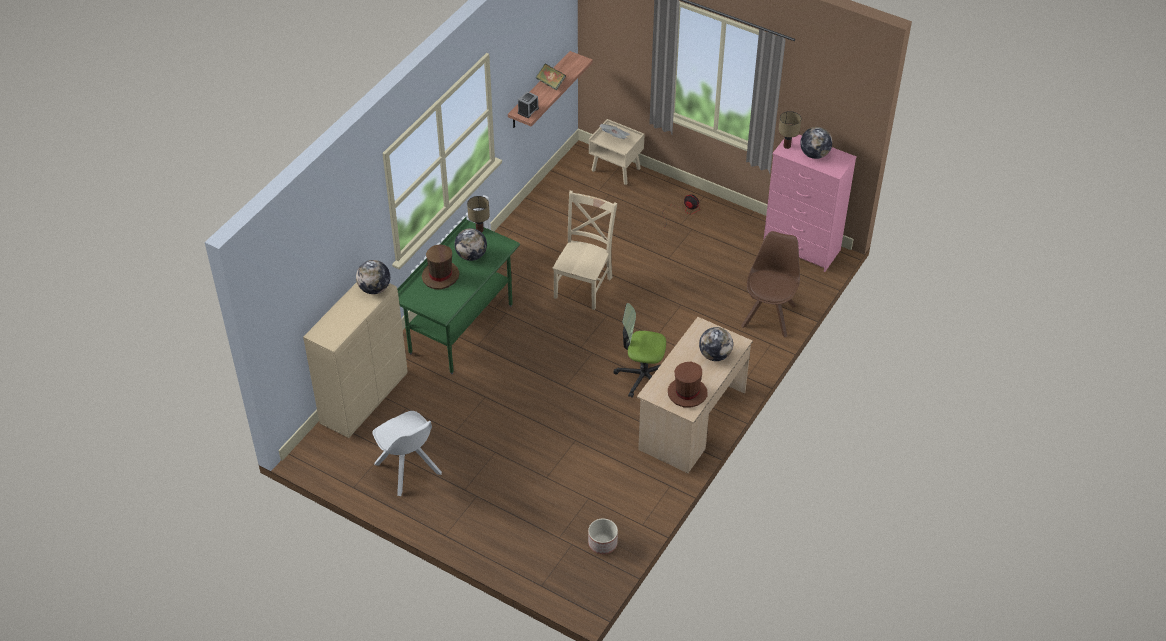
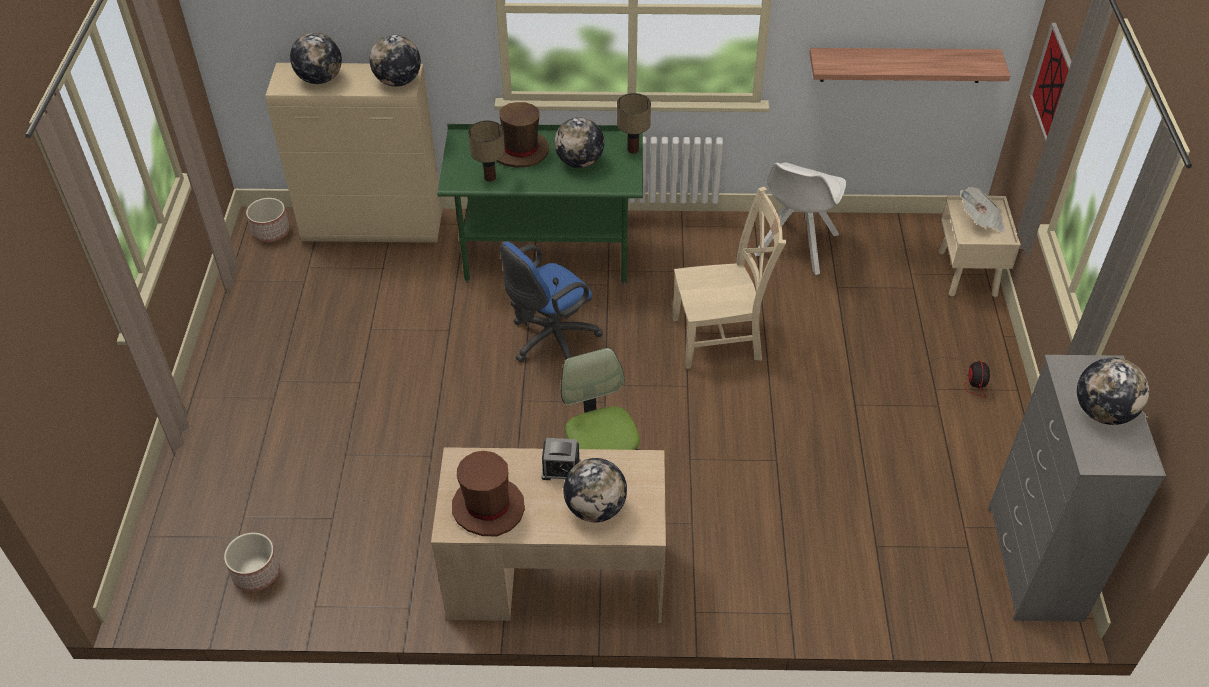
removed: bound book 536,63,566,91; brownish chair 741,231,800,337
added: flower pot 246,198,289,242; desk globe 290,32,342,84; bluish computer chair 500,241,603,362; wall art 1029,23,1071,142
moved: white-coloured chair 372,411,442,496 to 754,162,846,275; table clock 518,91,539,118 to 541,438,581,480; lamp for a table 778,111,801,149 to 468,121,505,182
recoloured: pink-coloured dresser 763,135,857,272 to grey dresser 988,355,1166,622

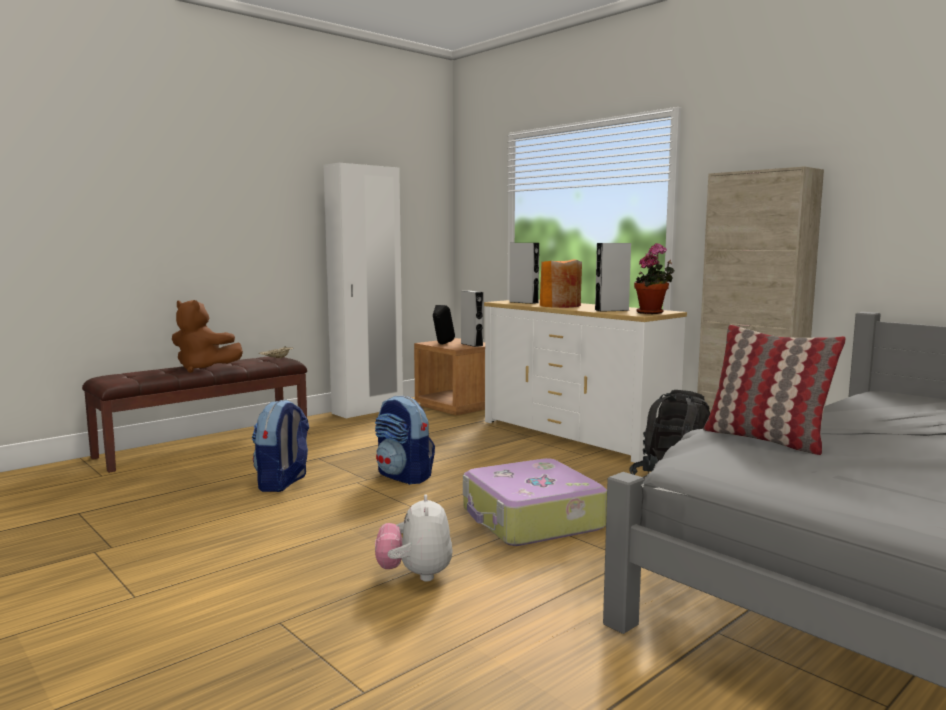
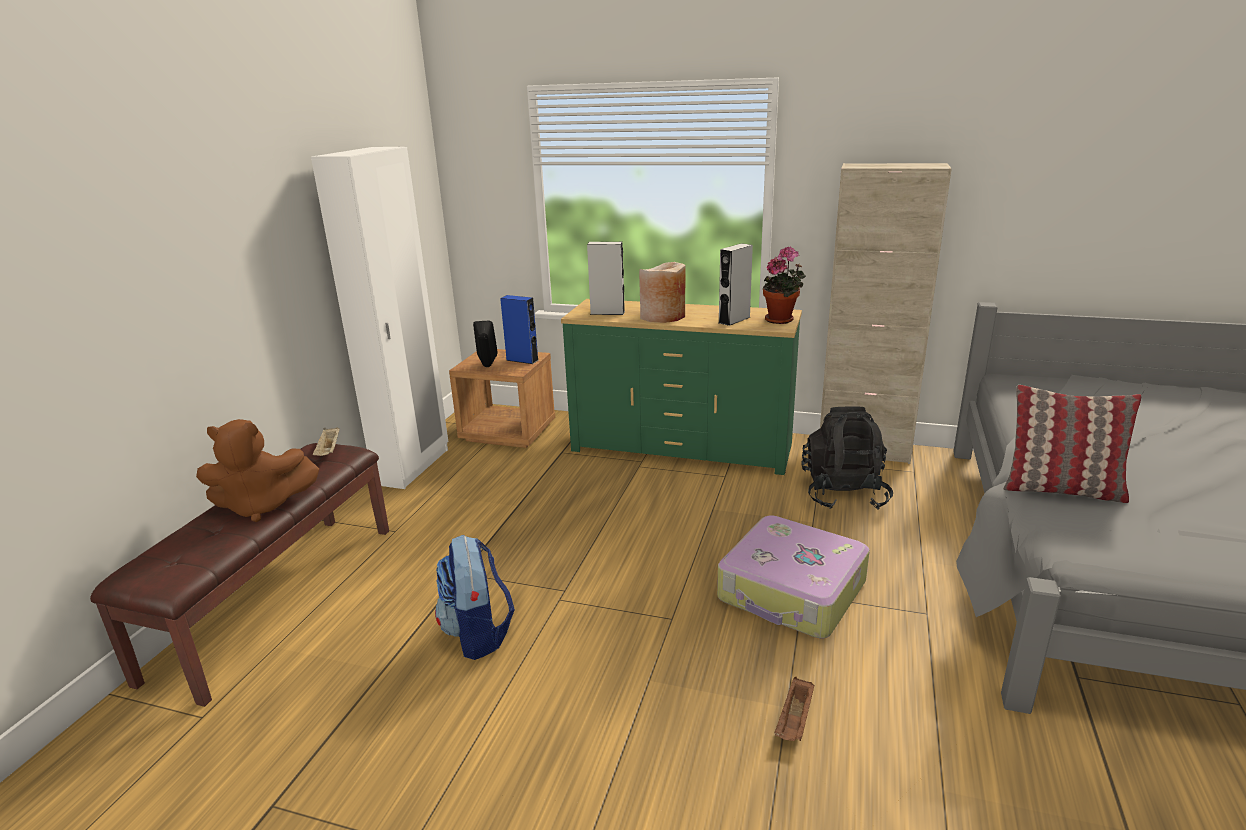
removed: backpack 375,396,435,485
replaced: cuddly toy 375,495,452,582 to brownish carrying tray 774,677,815,741
recoloured: grey speaker 461,291,483,347 to bluish speaker 500,295,538,364; white-coloured dresser 484,300,687,463 to green-coloured dresser 561,299,802,475; orange-coloured decorative vase 540,259,582,308 to beige-coloured decorative vase 639,262,686,323

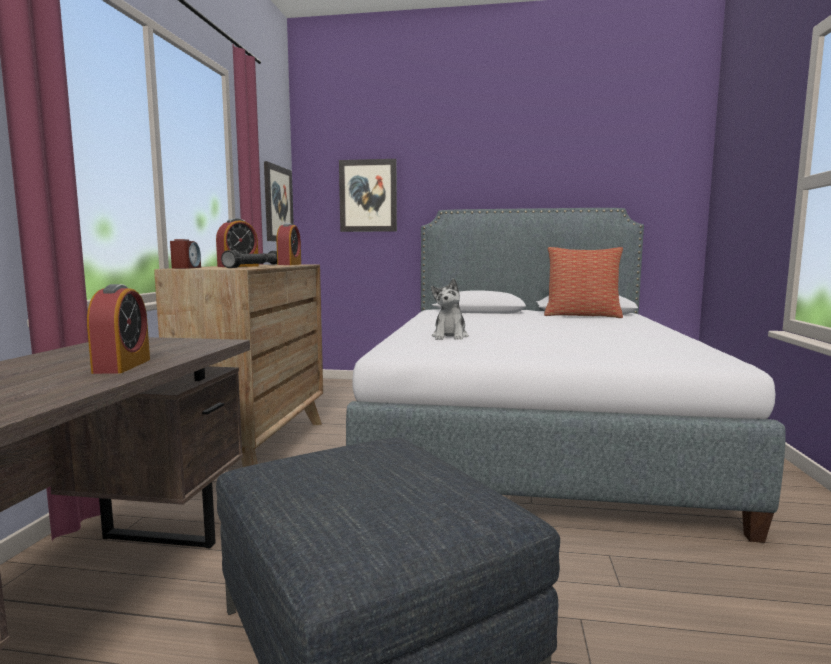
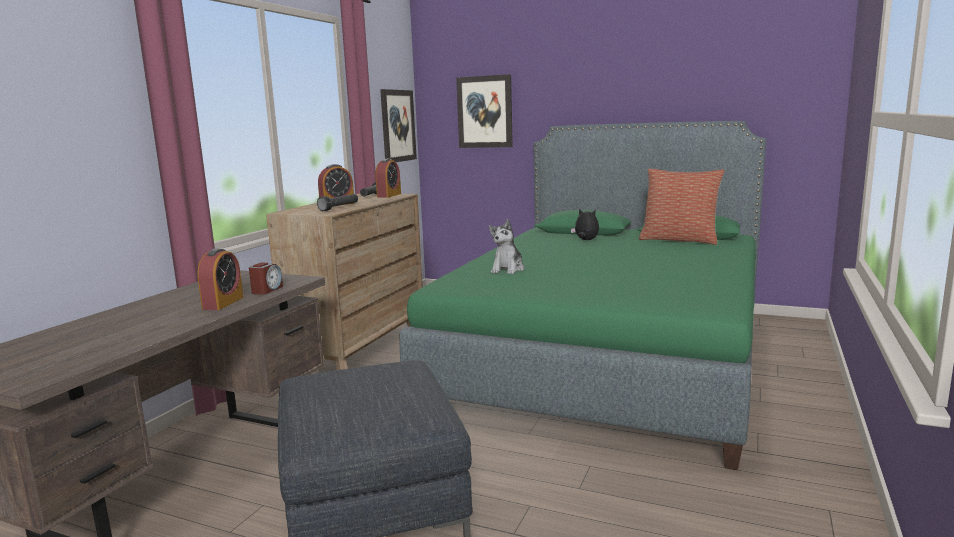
added: cuddly toy 571,208,599,240
moved: table clock 170,239,201,269 to 249,262,283,295
recoloured: grey bed 346,208,786,543 to green-coloured bed 400,121,766,470

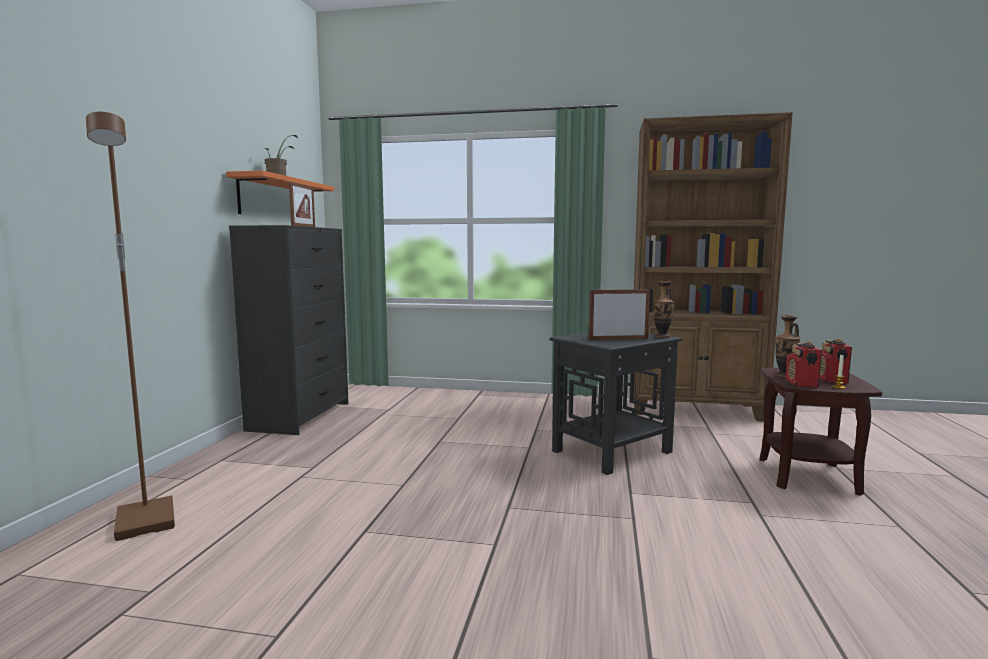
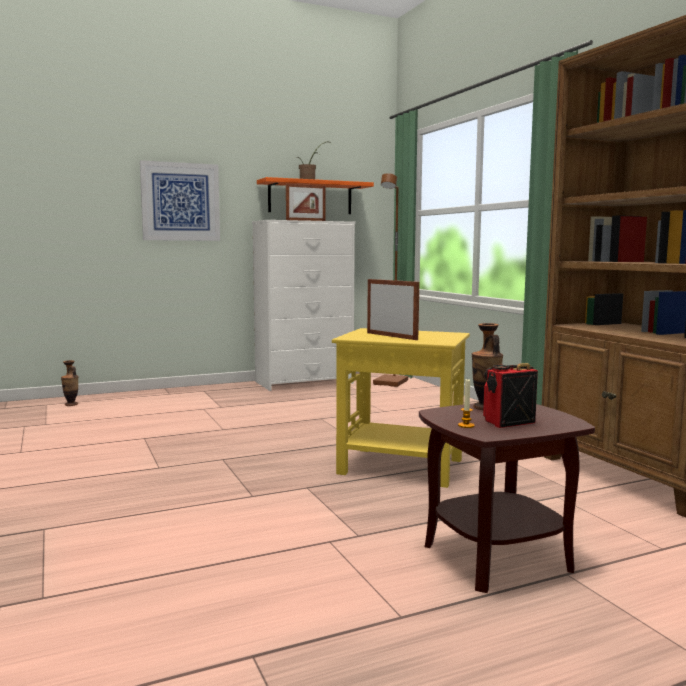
removed: radio set 785,341,822,388
added: wall art 140,160,220,241
moved: brownish floor lamp 86,112,175,541 to 373,173,408,387; decorative vase 653,281,674,338 to 61,360,78,406
recoloured: blackish dresser 229,225,349,435 to white-coloured dresser 252,220,355,391; blackish accent table 550,332,682,475 to yellow-coloured accent table 332,328,470,488

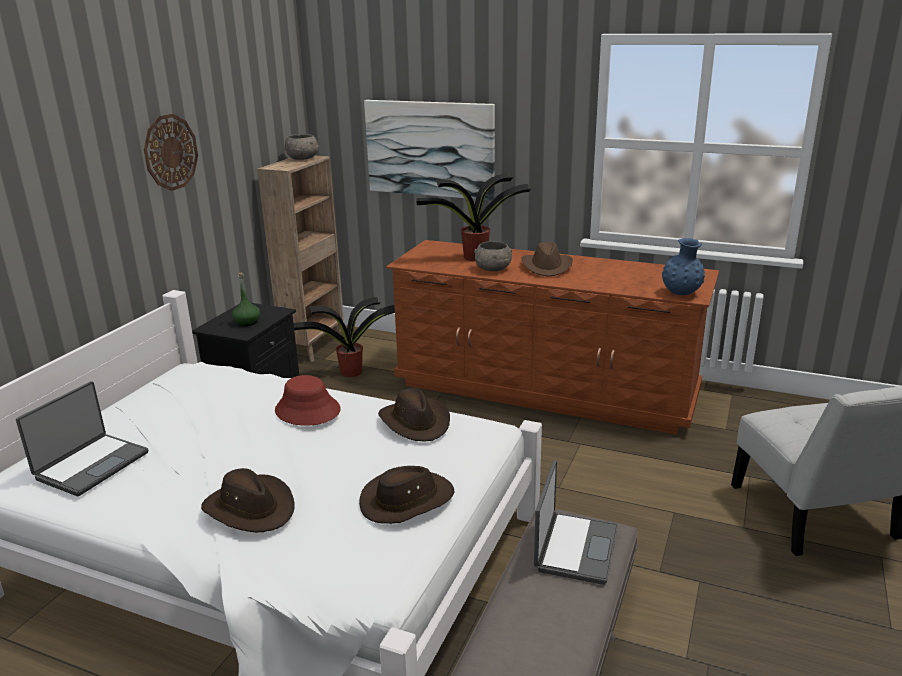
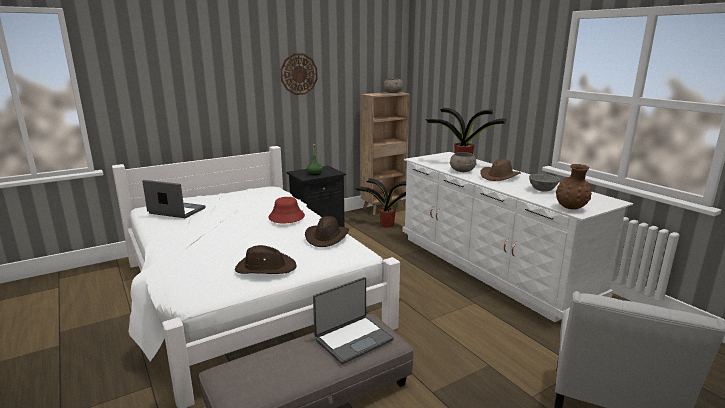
removed: brownish wearable hat 201,468,295,532; wall art 364,100,495,200
added: grey deep dish 529,174,560,192
recoloured: brownish dresser 386,240,719,434 to white-coloured dresser 402,152,633,322; bluish decorative vase 662,238,705,295 to brownish decorative vase 556,164,592,210
turned: laptop 16,381,148,496 = 142,180,206,218 135 degrees counterclockwise

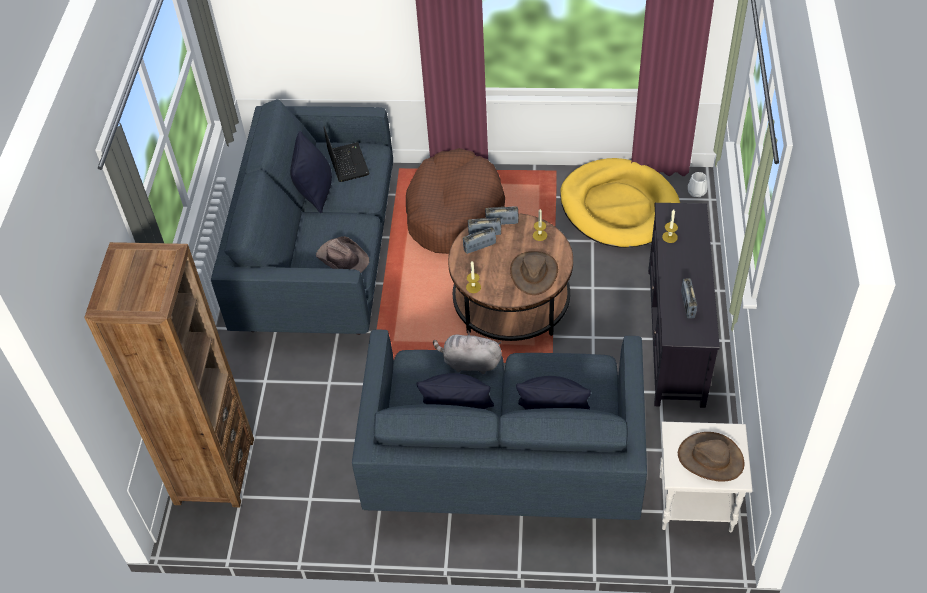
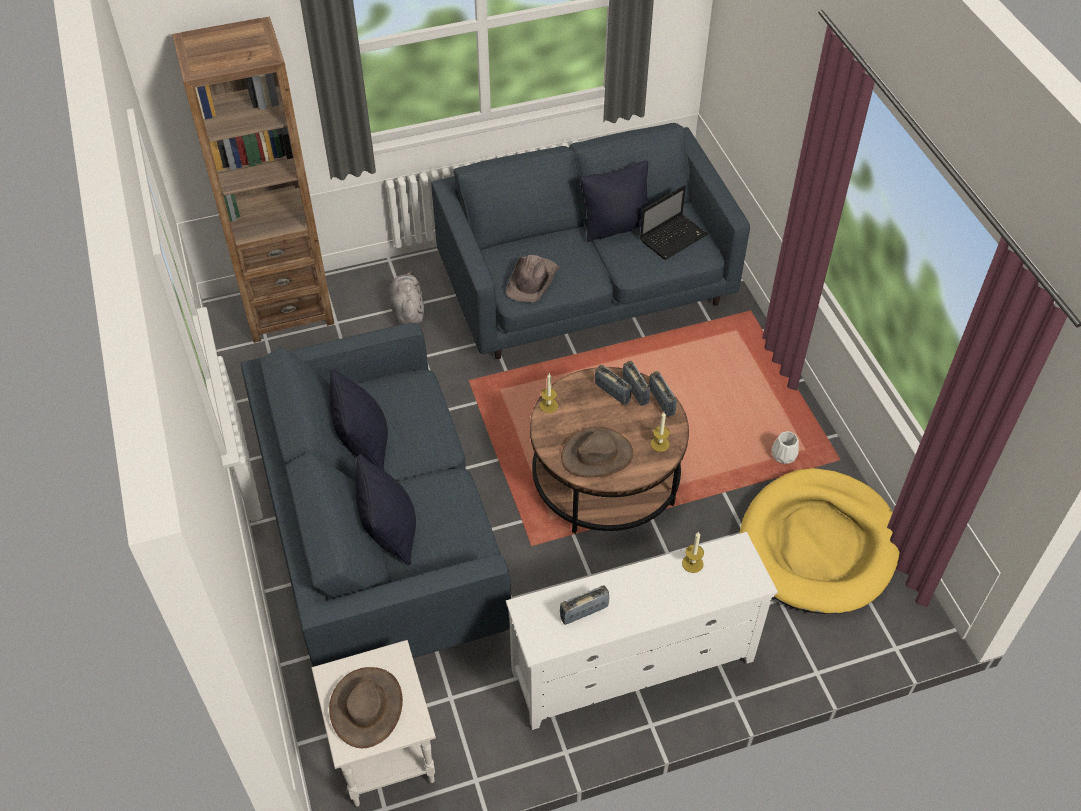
removed: brownish pet bed 406,148,505,254
moved: grey cuddly toy 433,330,502,374 to 389,271,424,325; white-coloured decorative vase 688,172,708,197 to 771,431,799,464
recoloured: blackish tv stand 648,203,720,408 to white-coloured tv stand 506,532,778,730

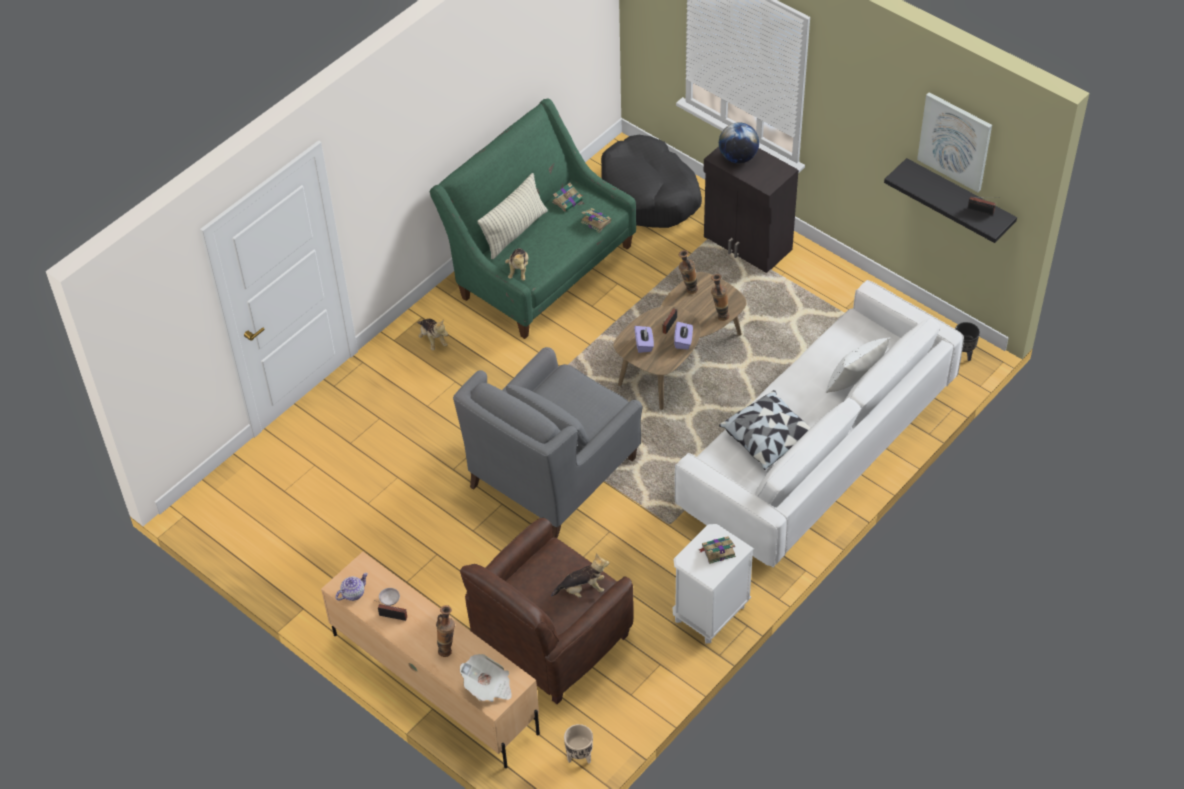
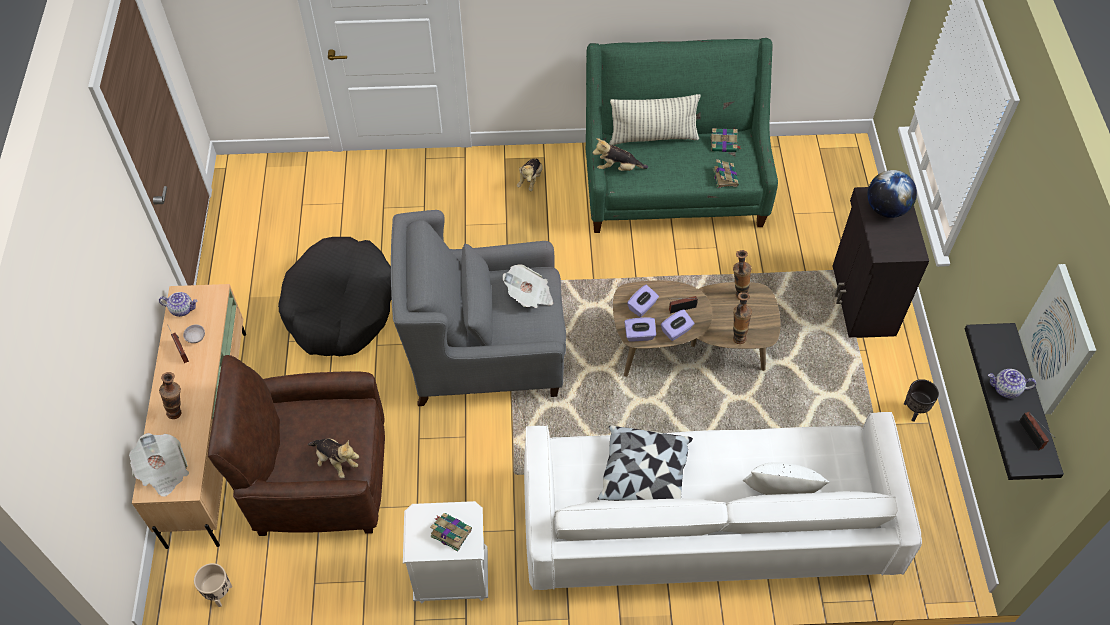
added: printed paper 503,264,553,308; purplish tissue holder 625,317,656,342; teapot 988,369,1036,398
moved: blackish pet bed 601,135,702,228 to 278,237,391,356; blackish flower pot 955,322,980,361 to 904,379,939,422
turned: cuddly toy 505,248,528,281 = 593,138,648,171 45 degrees clockwise

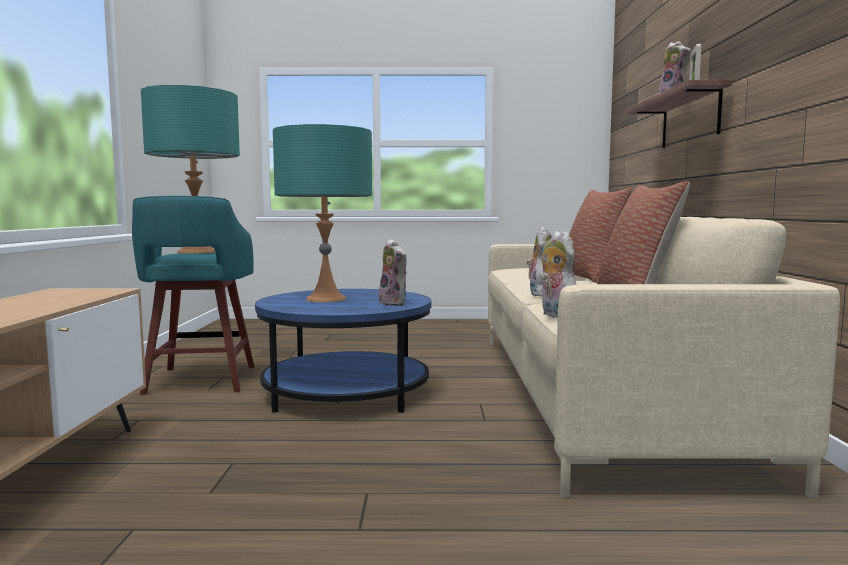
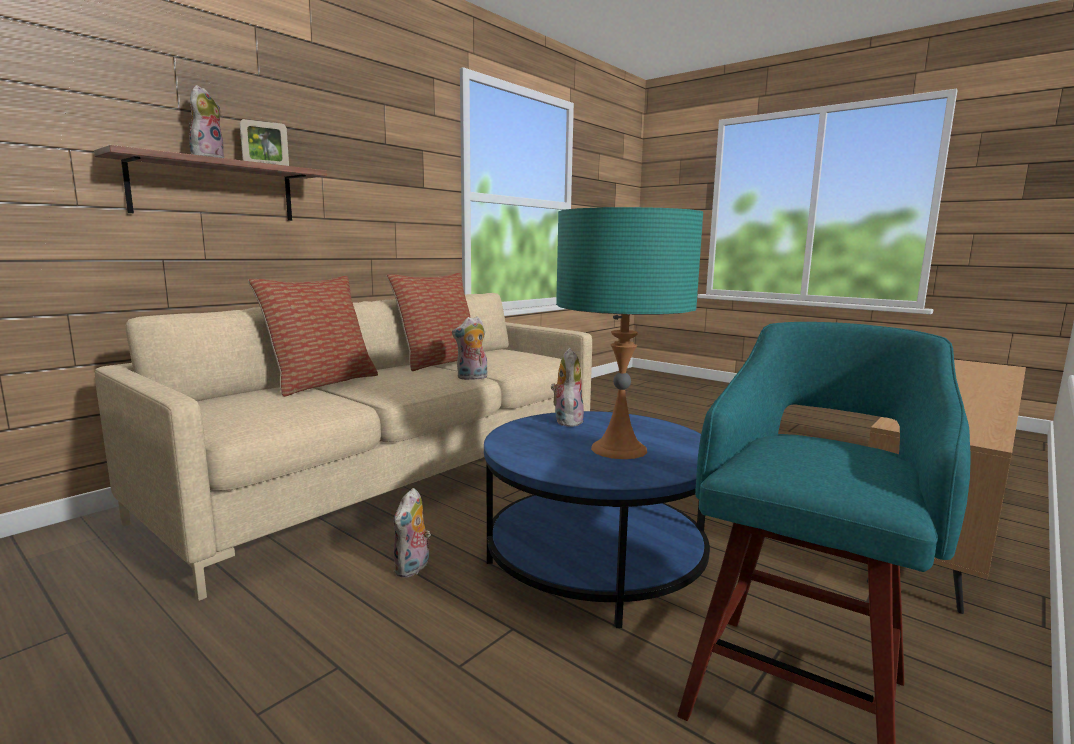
removed: turquoise lamp for a table 141,85,240,254
moved: cuddly toy 541,231,576,318 to 393,488,431,578

